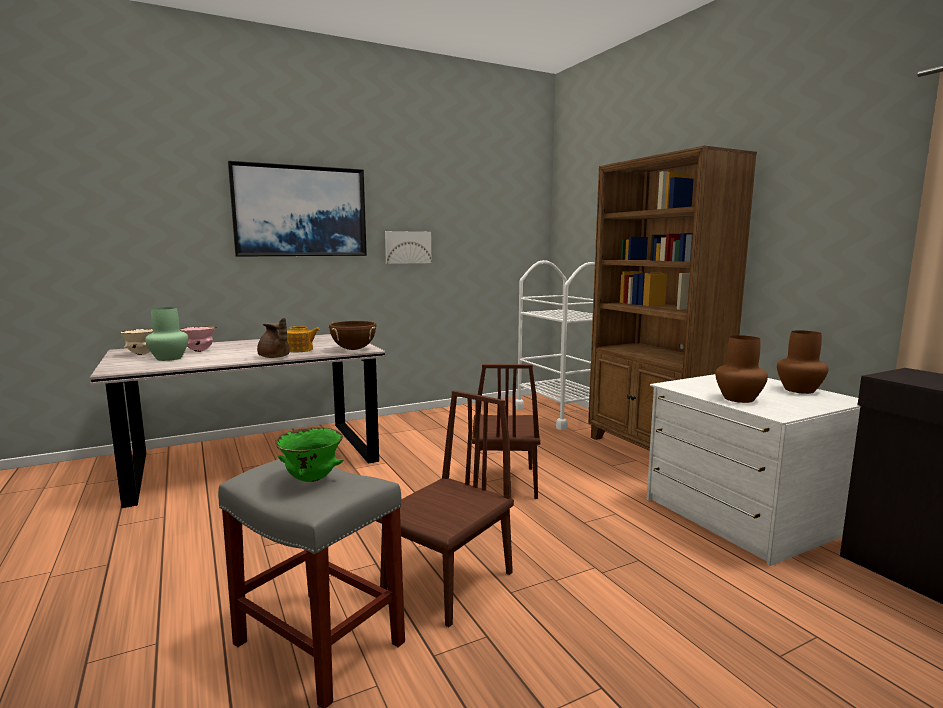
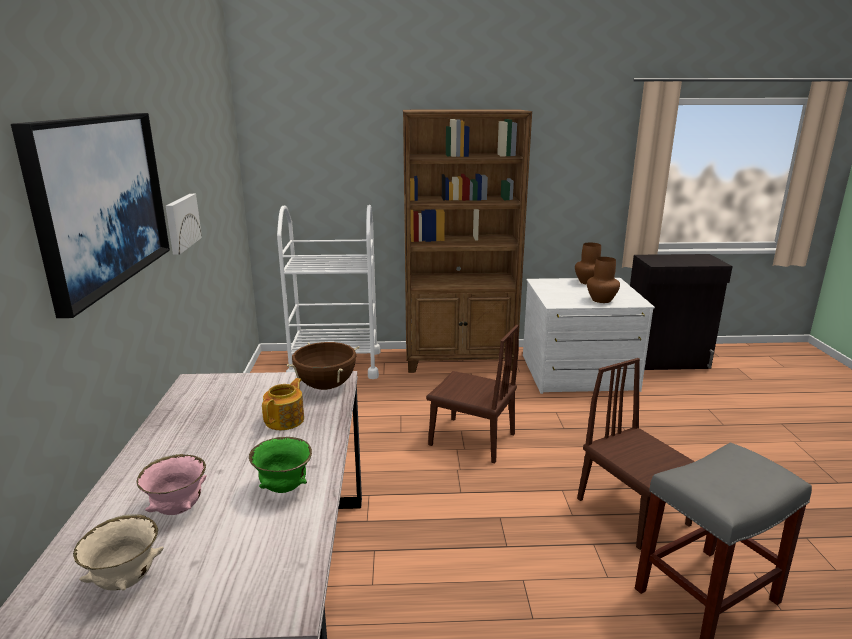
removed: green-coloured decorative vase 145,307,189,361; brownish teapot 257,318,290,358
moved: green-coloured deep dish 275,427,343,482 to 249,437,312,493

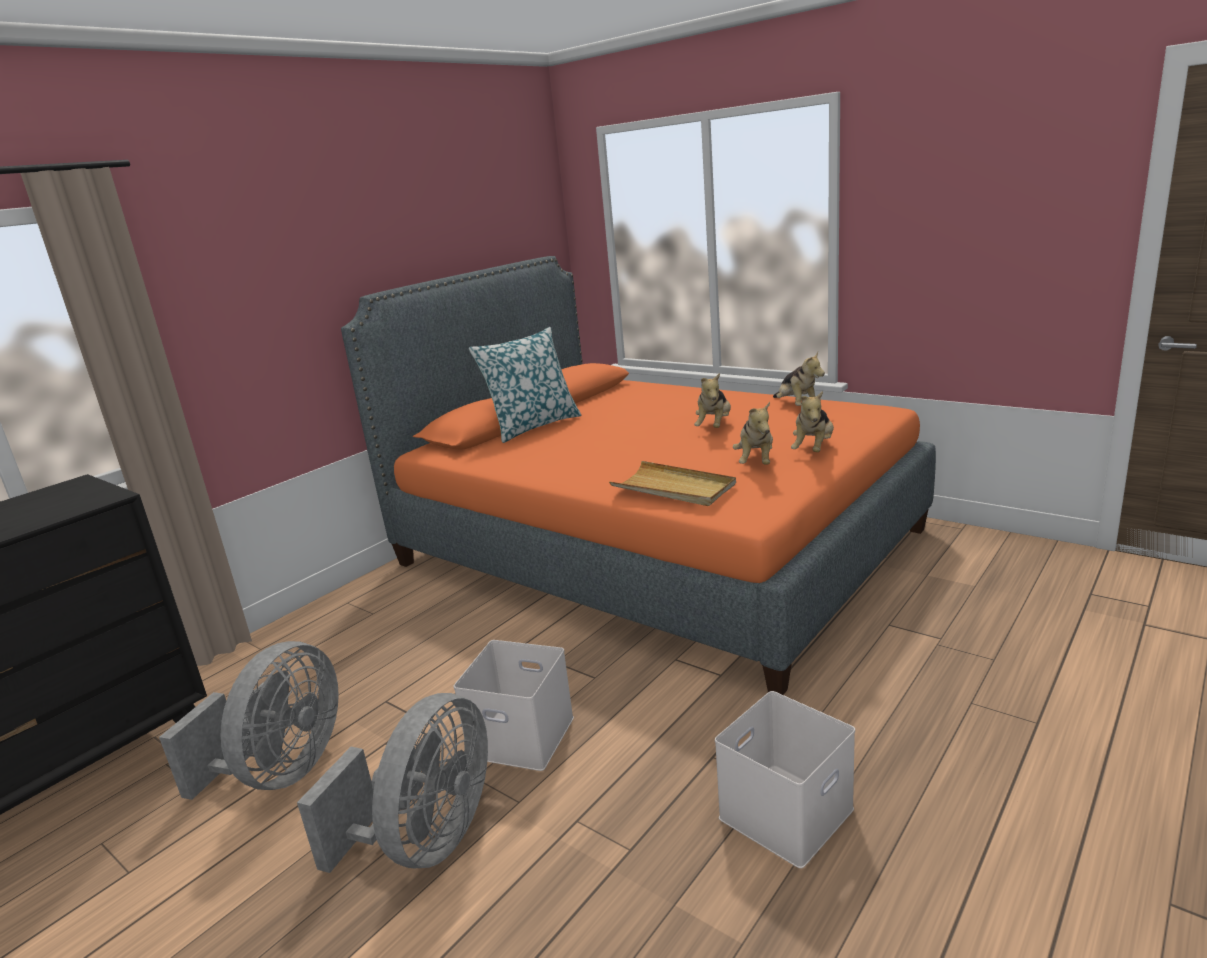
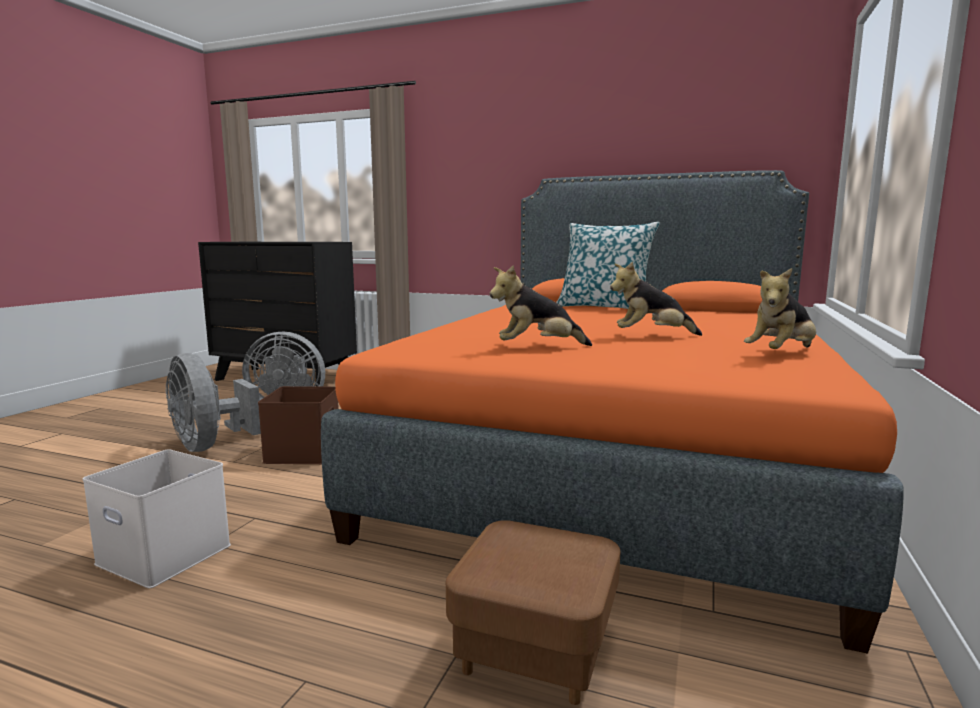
removed: beige-coloured carrying tray 609,461,736,506; cuddly toy 791,391,834,452
added: brownish pouffe 446,520,620,705
recoloured: white-coloured storage box 454,640,574,771 to brownish storage box 258,386,339,464
turned: grey fan 297,693,488,873 = 166,353,261,452 45 degrees clockwise

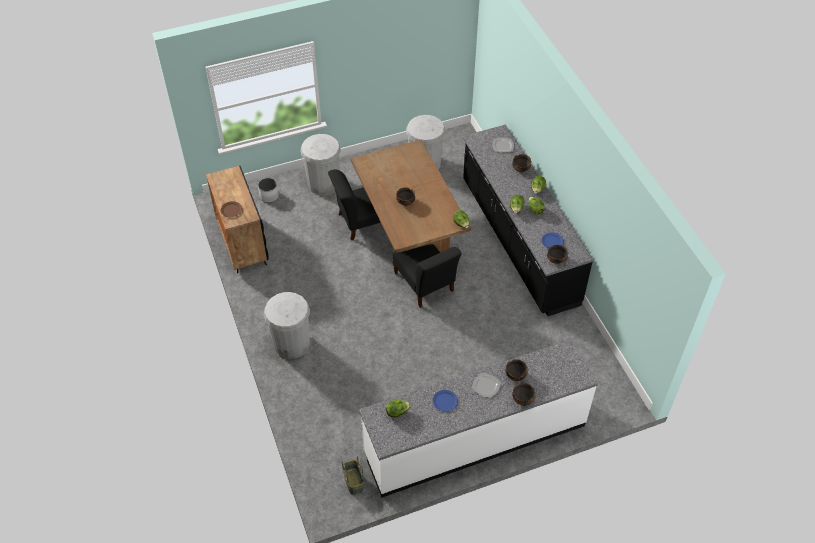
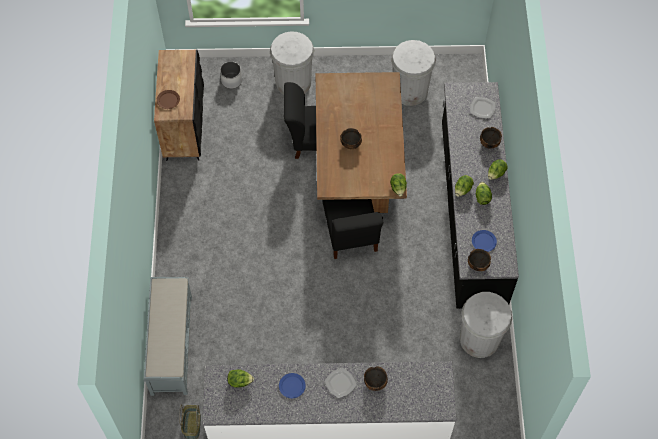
removed: deep dish 512,383,535,406
added: grey long seat 144,277,192,396
moved: white-coloured rubbish bin 264,292,310,359 to 460,292,512,358

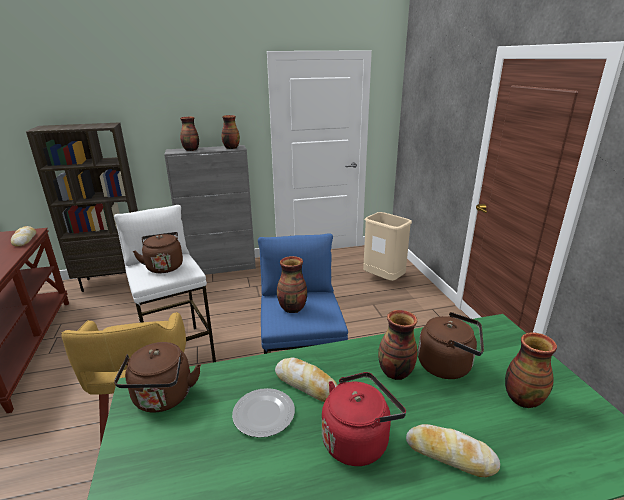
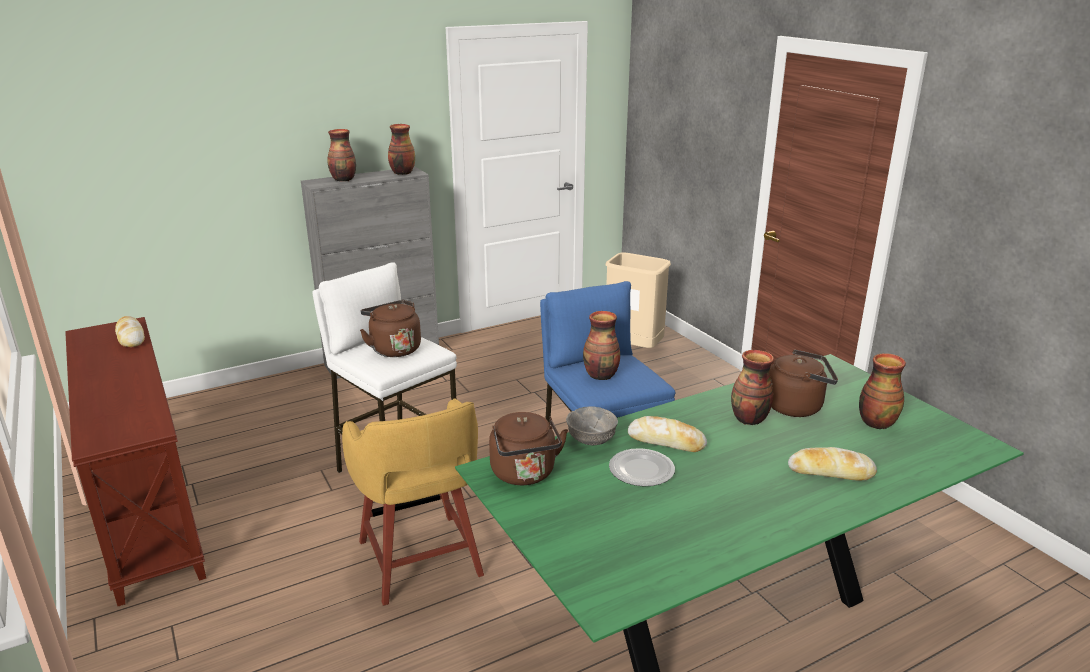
removed: brownish bookshelf 26,122,138,292; red-coloured kettle 322,372,406,466
added: grey deep dish 566,406,618,446

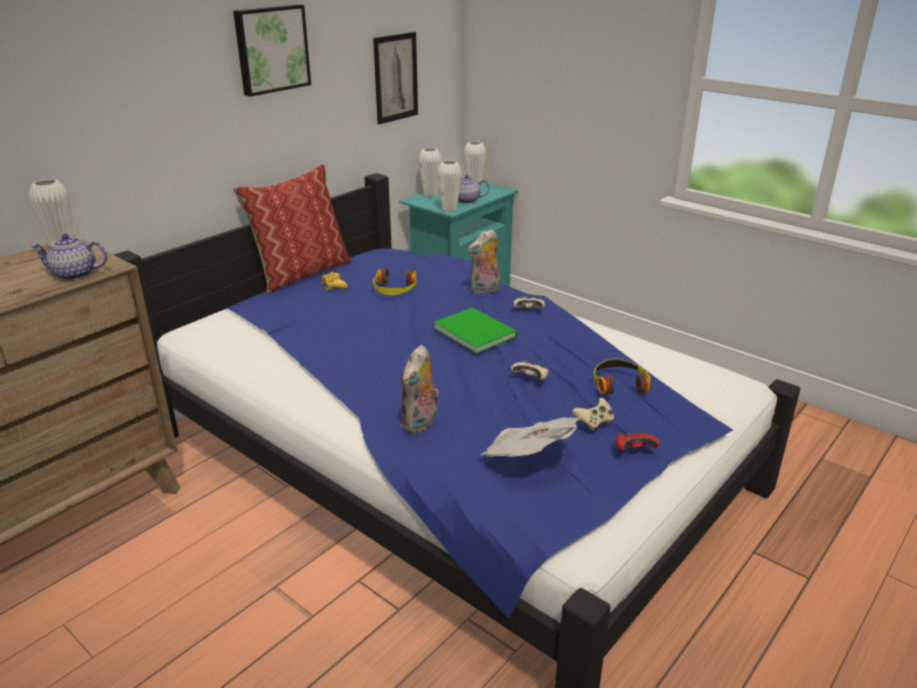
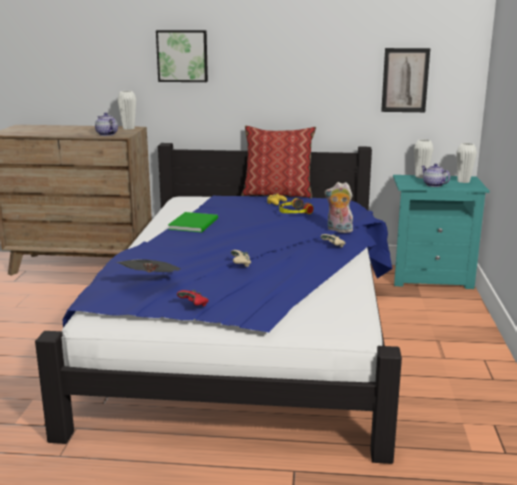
removed: cuddly toy 401,345,439,434; white-coloured decorative vase 437,160,462,212; beige-coloured game controller 572,398,614,431; pair of headphones 593,358,651,395
moved: wall art 233,4,311,97 to 156,30,208,82; green-coloured bound book 434,307,518,354 to 168,212,218,232

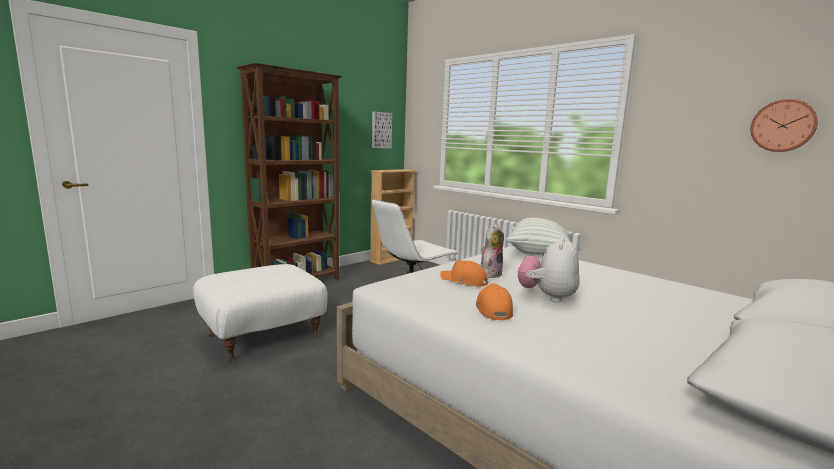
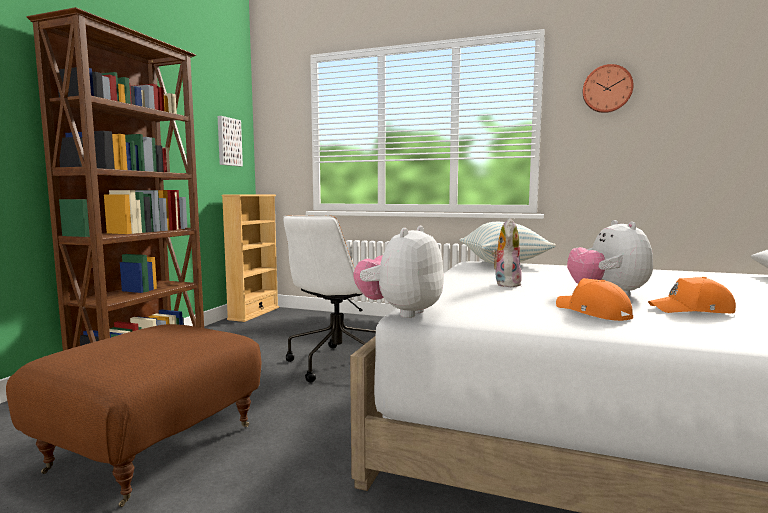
added: cuddly toy 353,226,444,318
moved: orange-coloured baseball cap 440,260,488,286 to 648,277,736,313; wall clock 751,99,818,152 to 583,64,634,113
recoloured: white-coloured pouffe 193,264,328,362 to brownish pouffe 6,324,261,507

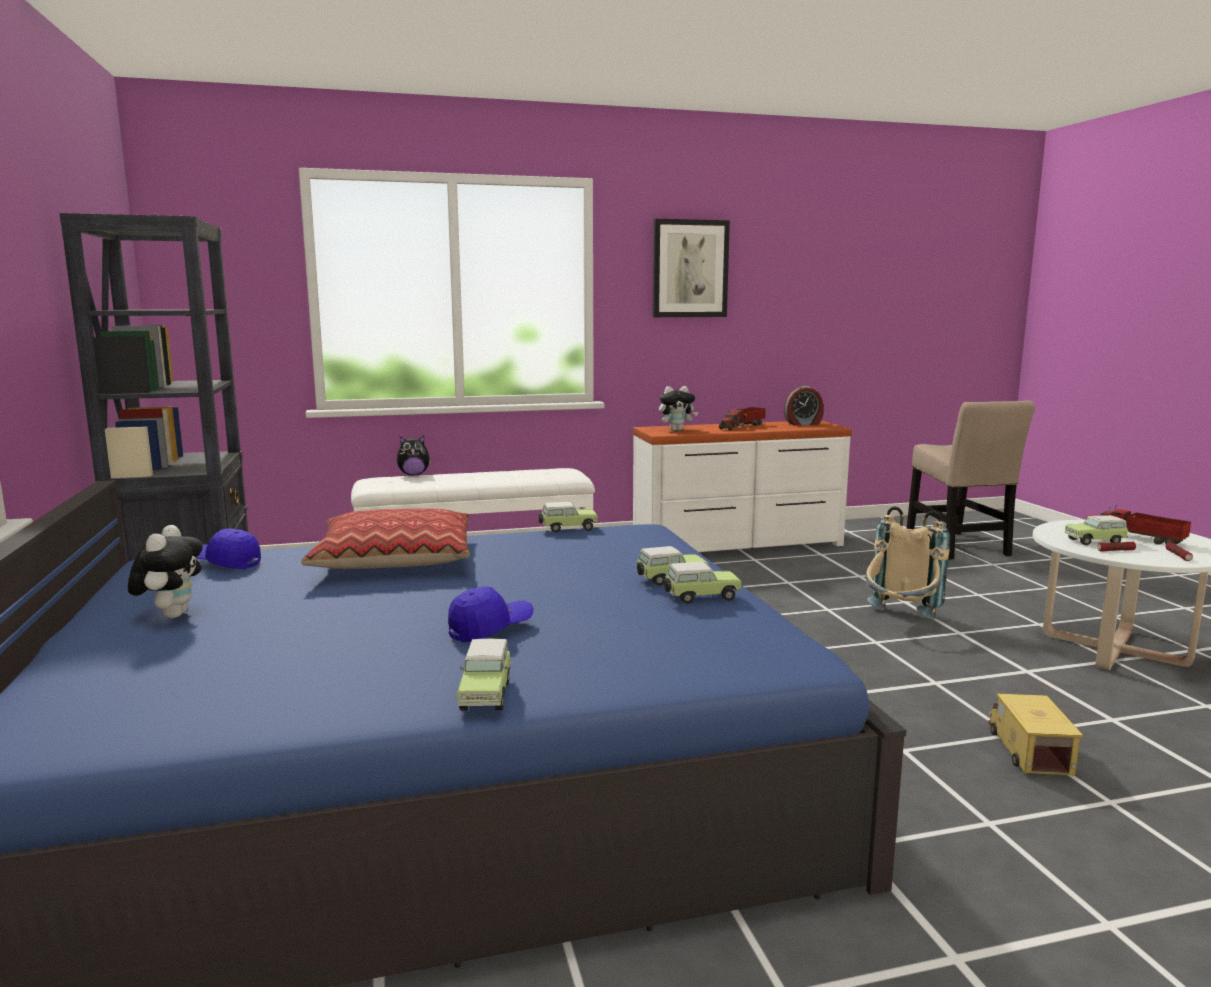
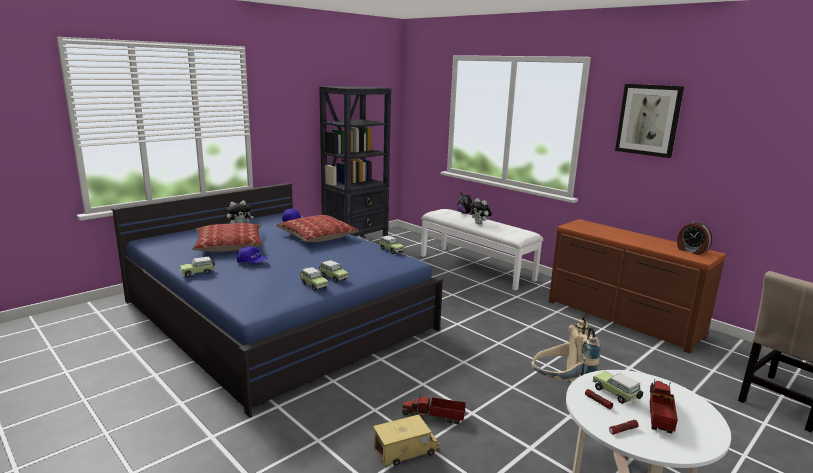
added: cushion 192,223,264,252
moved: cuddly toy 659,386,698,431 to 470,198,492,225; toy truck 719,407,766,430 to 402,394,466,424
recoloured: white-coloured dresser 633,421,852,552 to brownish dresser 549,219,726,353

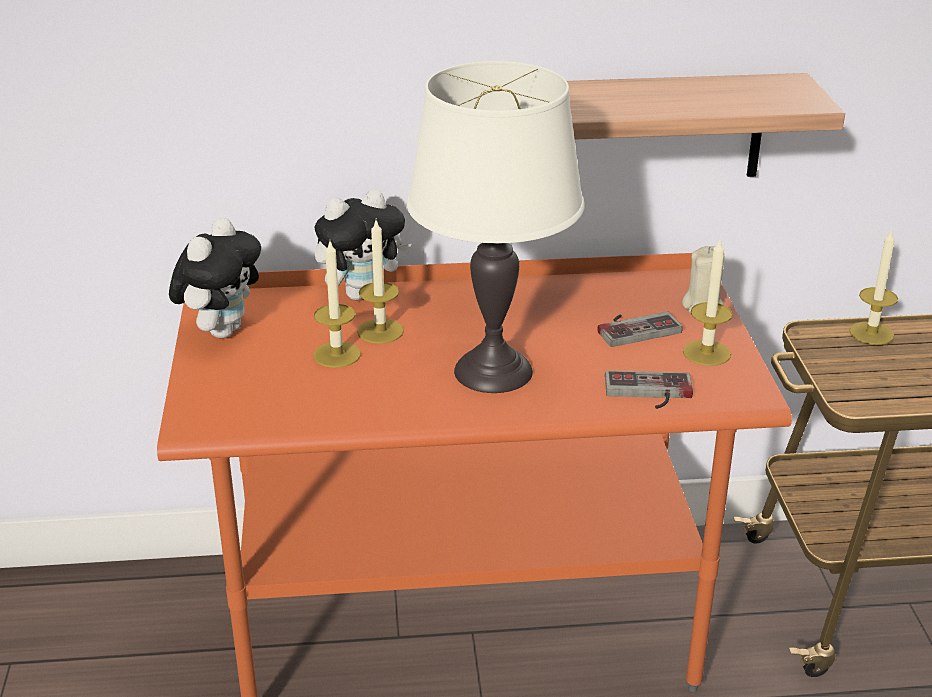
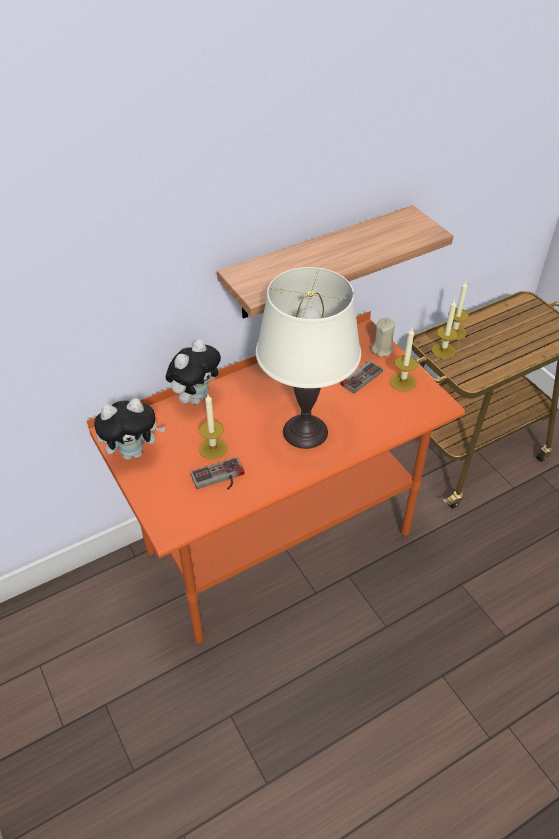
moved: candle 357,220,404,344 to 432,300,458,359; game controller 605,371,693,409 to 190,457,244,490
turned: cuddly toy 169,218,261,338 = 94,398,165,460 75 degrees clockwise

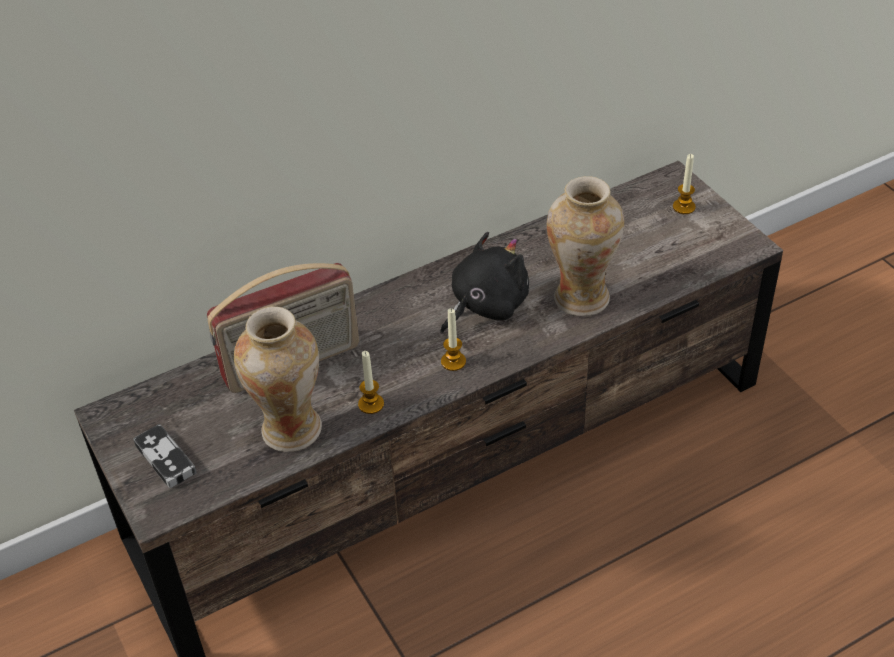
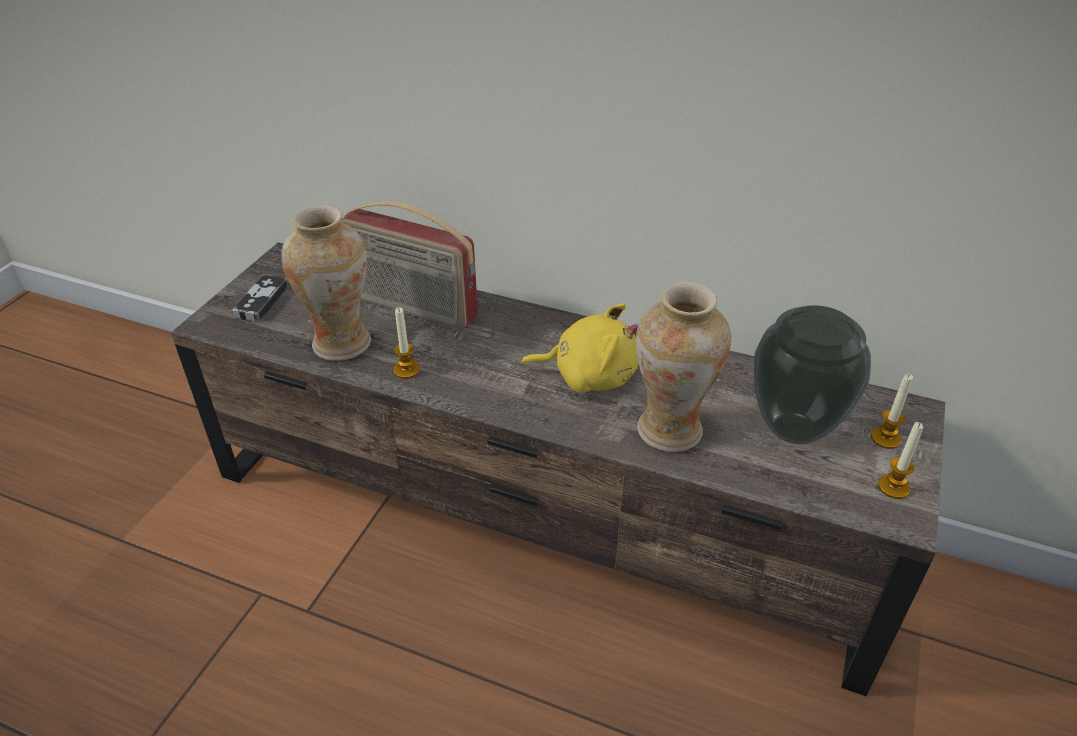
added: decorative vase 754,305,871,445
moved: candle 441,309,466,371 to 878,422,923,499
recoloured: blackish cuddly toy 440,232,529,334 to yellow-coloured cuddly toy 521,303,639,393

